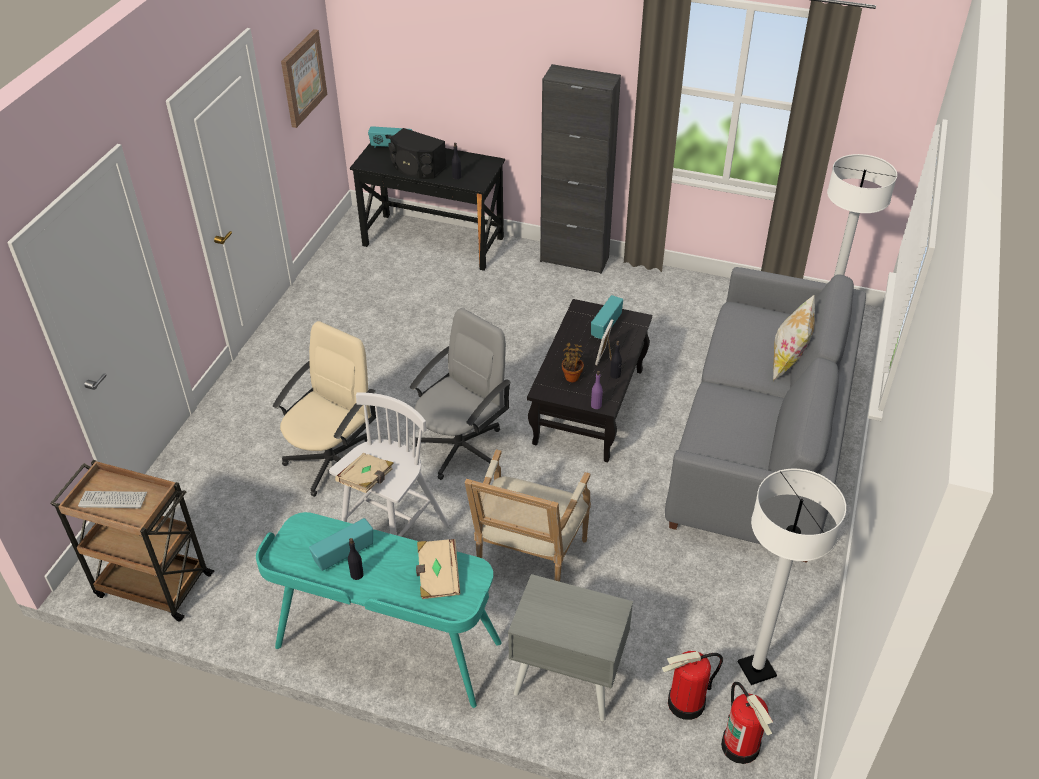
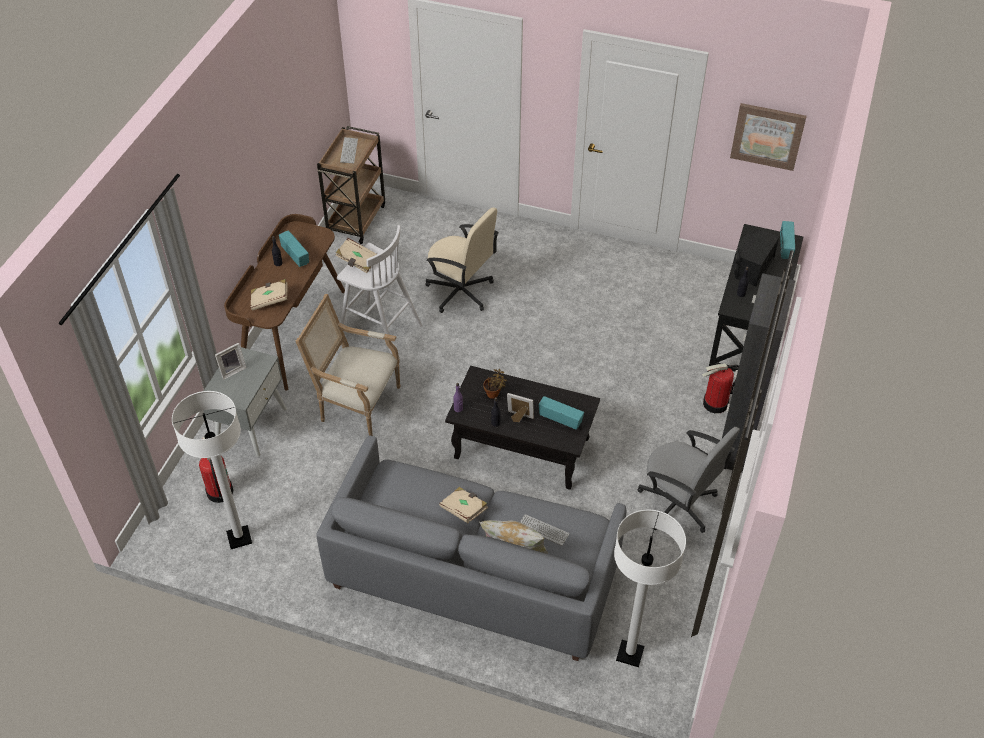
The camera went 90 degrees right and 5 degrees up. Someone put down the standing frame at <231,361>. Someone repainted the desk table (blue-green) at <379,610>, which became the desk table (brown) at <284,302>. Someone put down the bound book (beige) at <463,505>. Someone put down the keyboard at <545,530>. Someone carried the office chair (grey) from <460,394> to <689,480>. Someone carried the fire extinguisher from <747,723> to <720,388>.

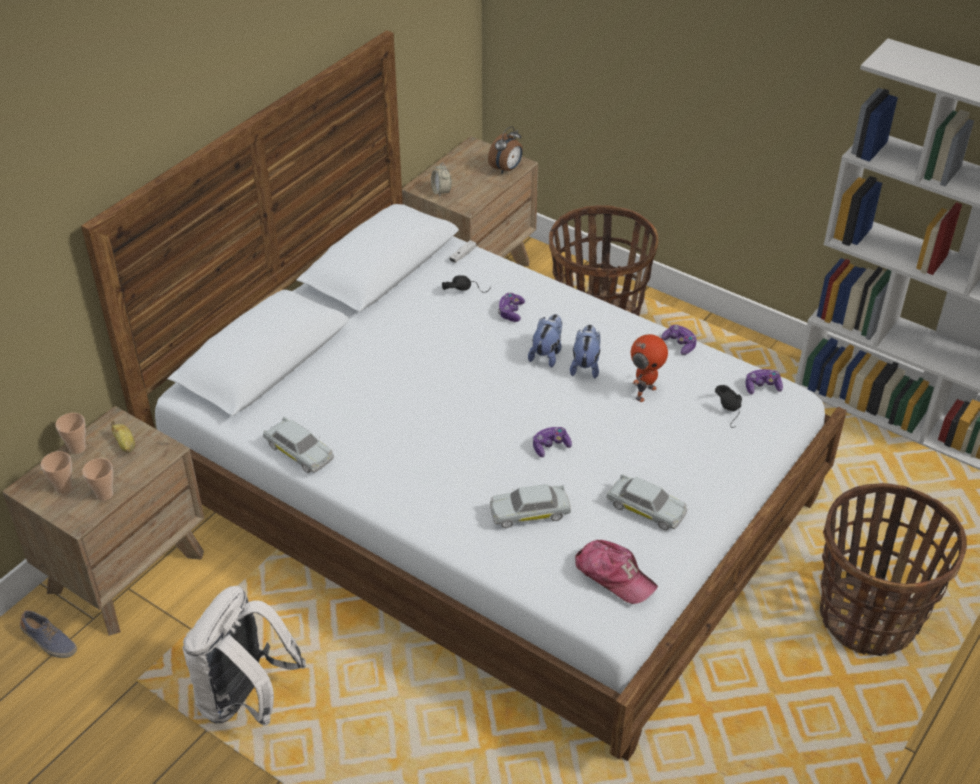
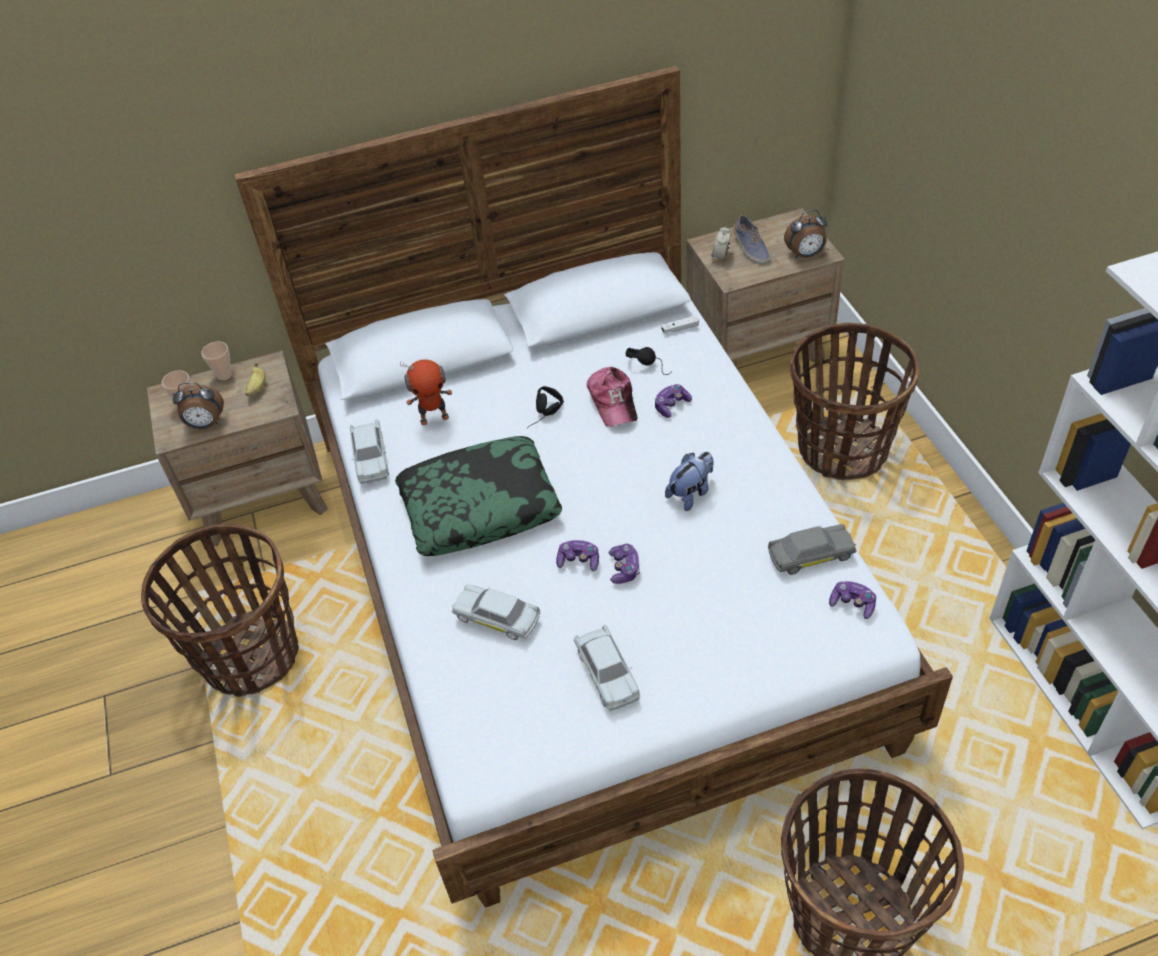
The camera went 40 degrees right and 5 degrees up. Someone swapped the knapsack (whitish) at <244,656> for the basket at <220,610>. Someone swapped the drinking cup at <97,479> for the bedside clock at <198,405>. Someone put down the pillow at <478,496>. Someone carried the model robot from <649,368> to <426,392>. Someone carried the headset (black-coloured) from <728,406> to <545,407>. Someone carried the cap from <616,572> to <612,397>. Someone carried the joypad from <679,340> to <624,564>. Someone carried the shoe from <48,634> to <752,240>. Someone put down the miniature car (grey) at <812,549>. Someone took away the plush toy at <545,341>.

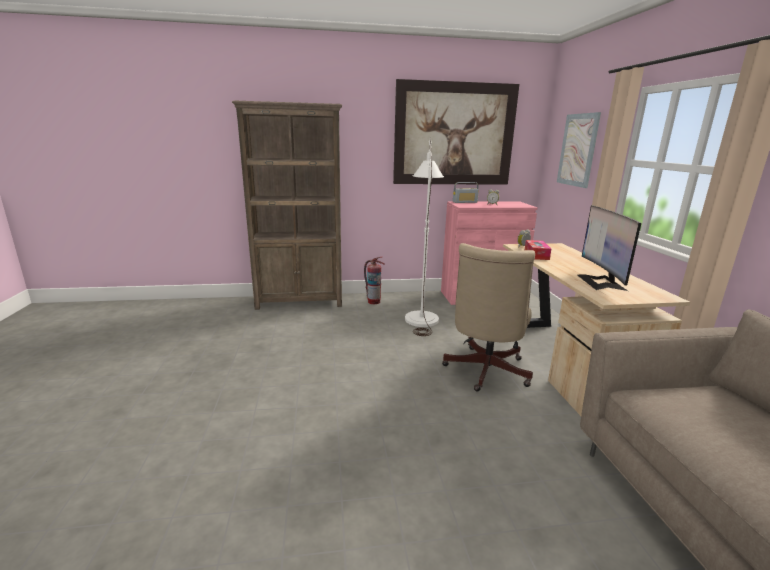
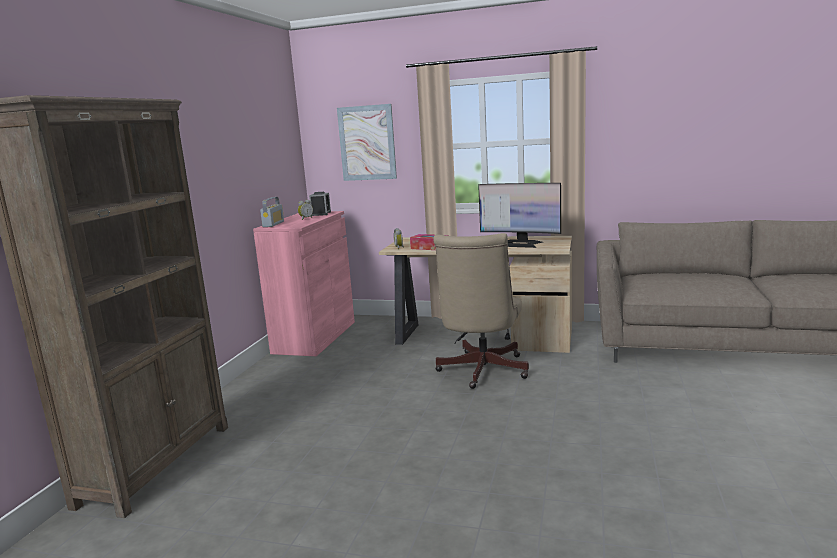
The camera went 65 degrees left and 5 degrees down. Someone put down the bedside clock at <320,204>. Someone rotated the office chair (beige) at <488,317> by 60 degrees clockwise. Someone took away the fire extinguisher at <374,280>. Someone took away the wall picture at <456,132>. Someone took away the standing lamp (whitish) at <424,236>.

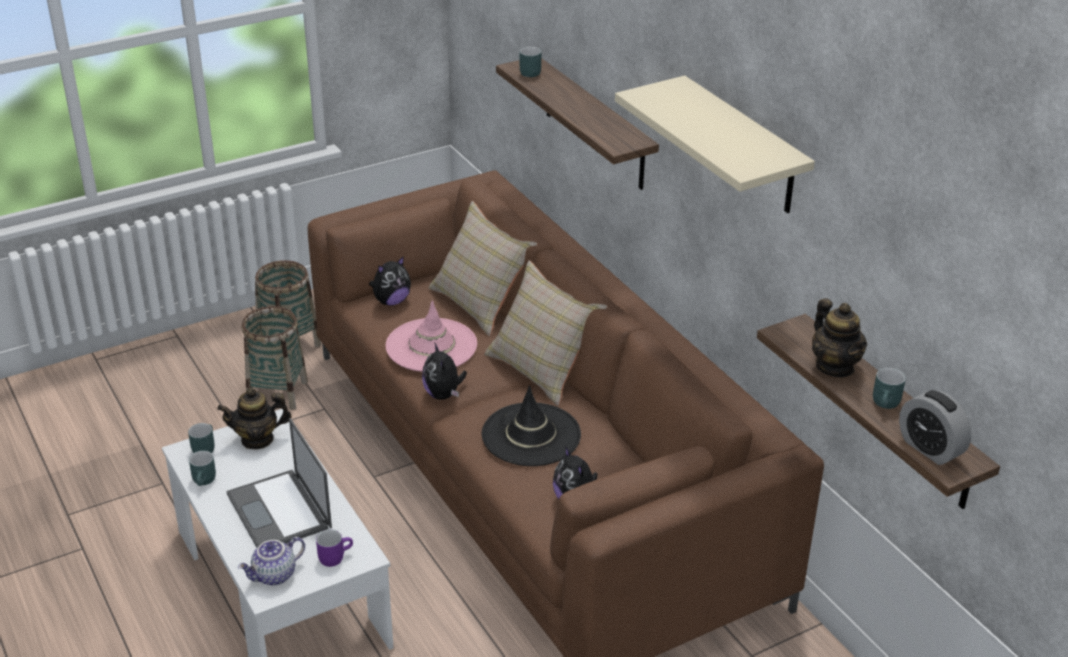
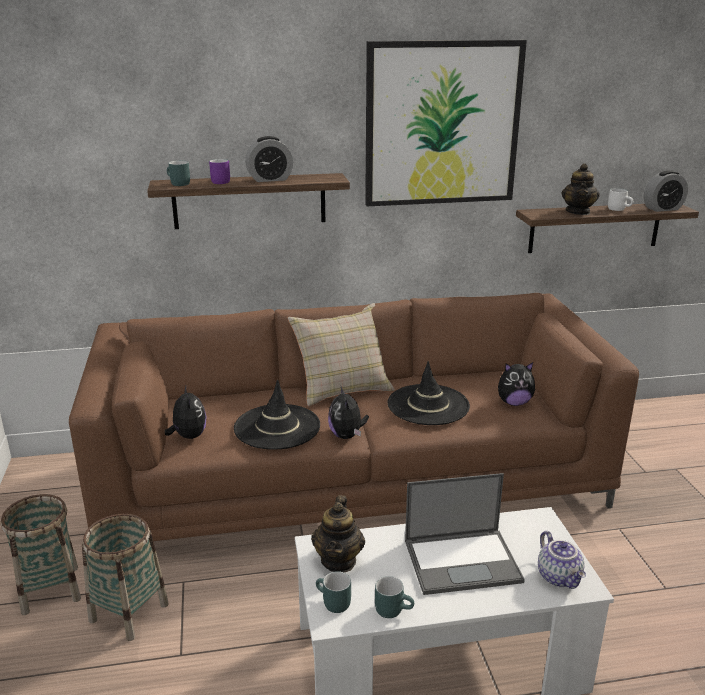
The camera went 70 degrees left and 10 degrees down. Someone carried the mug (purple-coloured) from <334,548> to <219,171>. Someone repainted the wearable hat (pink) at <431,336>, which became the wearable hat (black-coloured) at <277,415>. Someone put down the bedside clock at <269,159>. Someone rotated the plush toy at <444,371> by 75 degrees clockwise. Someone swapped the bracket shelf (beige) at <715,144> for the wall picture at <446,123>. Someone rotated the teapot at <839,338> by 105 degrees clockwise. Someone repainted the mug (blue-green) at <889,388>, which became the mug (whitish) at <620,199>. Someone took away the pillow (beige) at <483,268>.

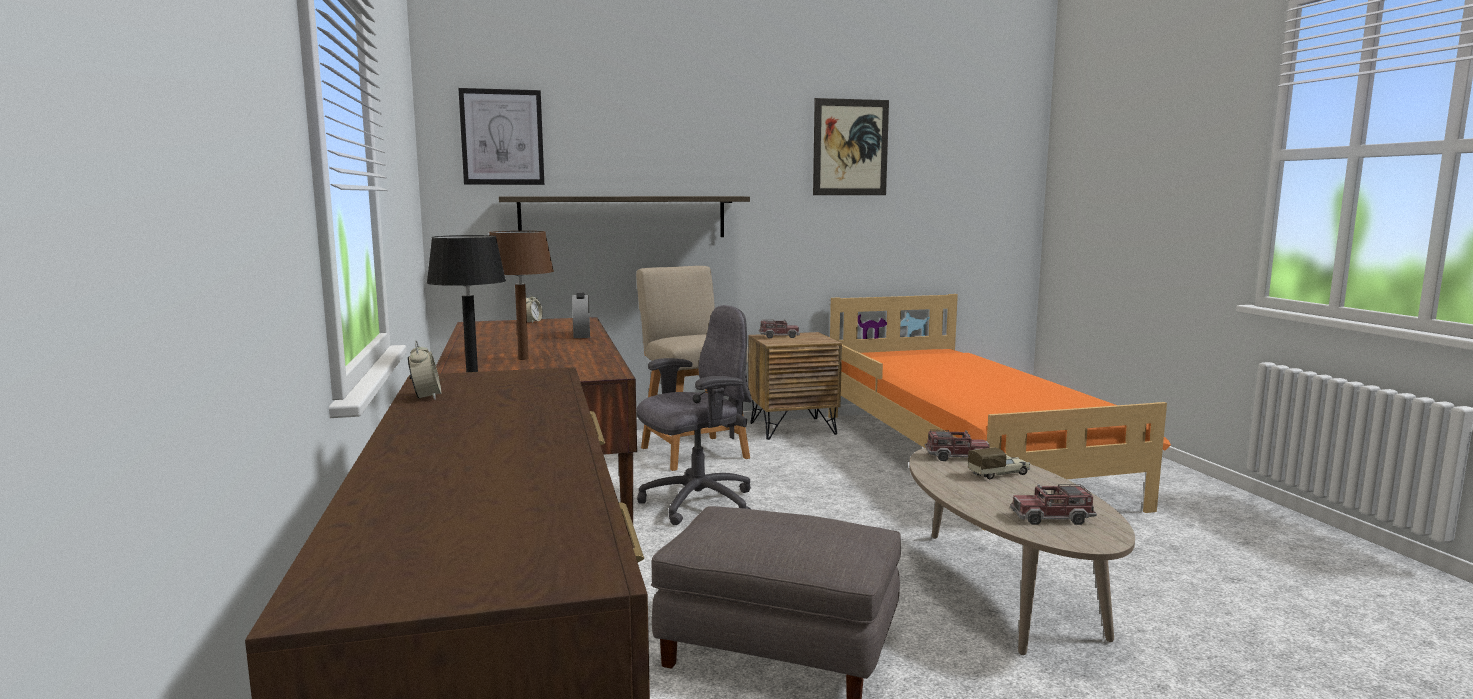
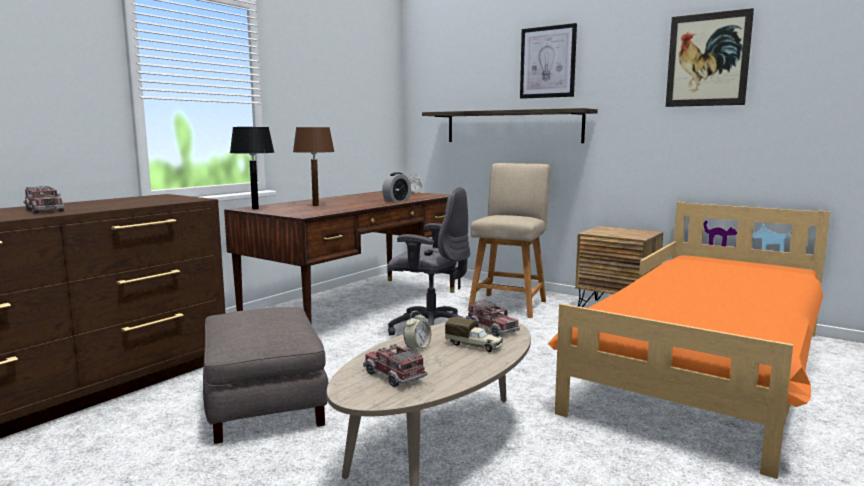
The camera went 50 degrees right and 0 degrees up. Someone carried the toy lorry from <779,328> to <44,199>. Someone carried the bedside clock from <424,370> to <417,331>. Someone carried the wall picture from <501,136> to <548,61>.

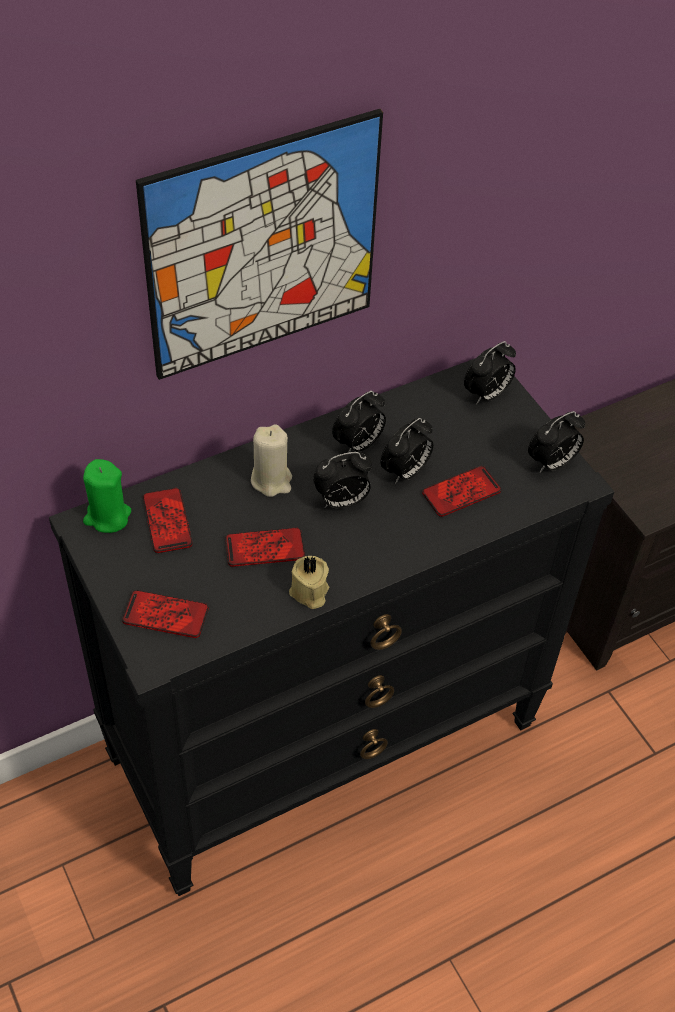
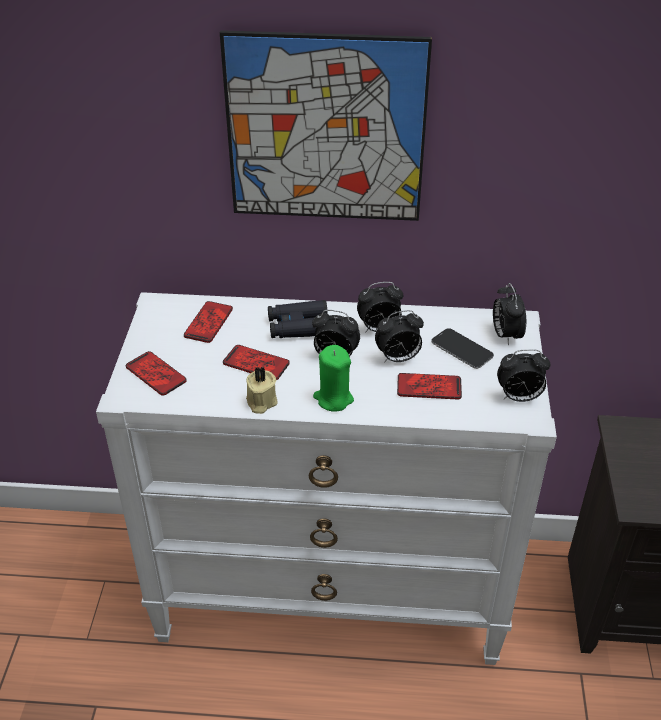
The camera went 35 degrees right and 10 degrees down. Someone repainted the drawer chest (black-coloured) at <331,627>, which became the drawer chest (whitish) at <326,478>. Someone swapped the wax light (beige) at <271,461> for the binoculars (black-coloured) at <298,319>. Someone carried the wax light (greenish) from <107,496> to <333,378>. Someone put down the phone at <462,348>. Someone rotated the bedside clock at <490,372> by 90 degrees clockwise.

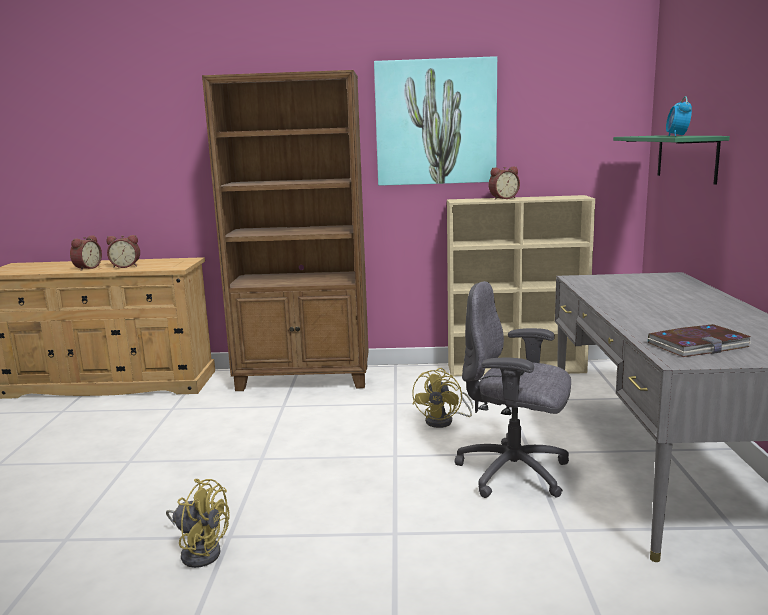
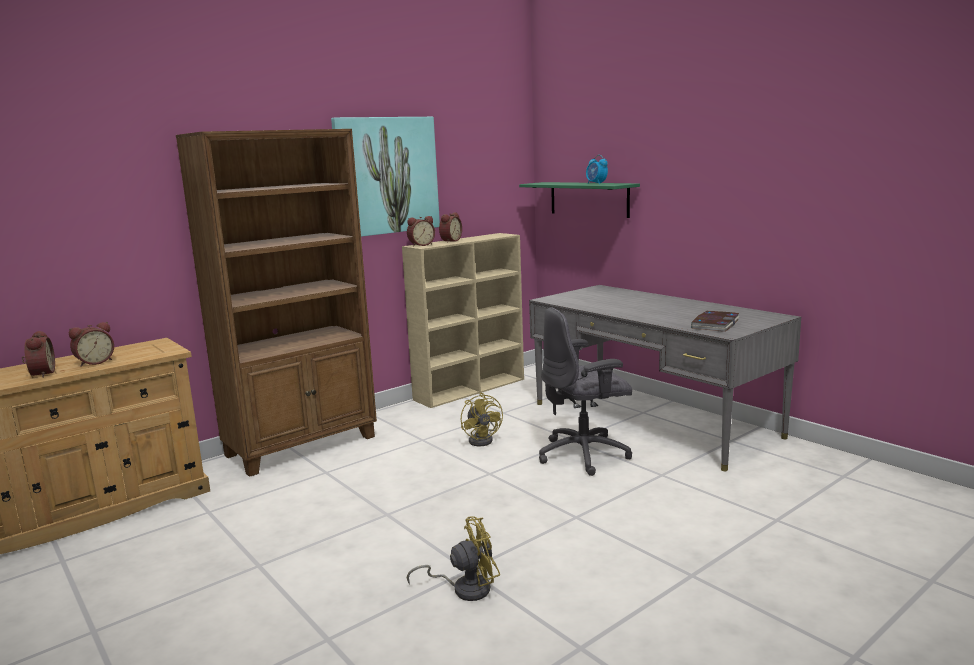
The camera went 40 degrees left and 0 degrees up. Someone put down the bedside clock at <421,231>.

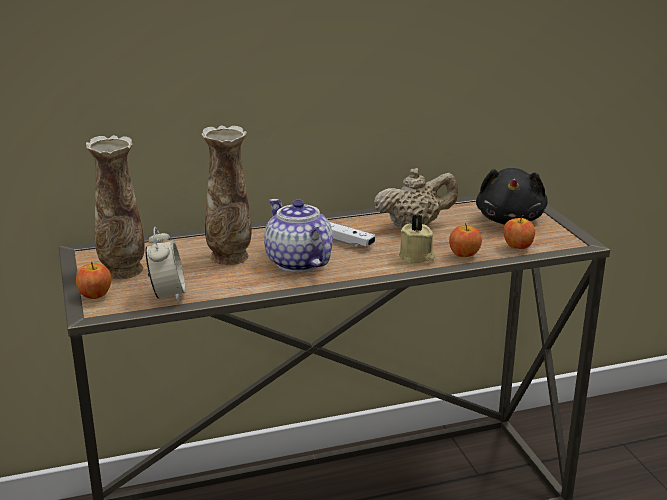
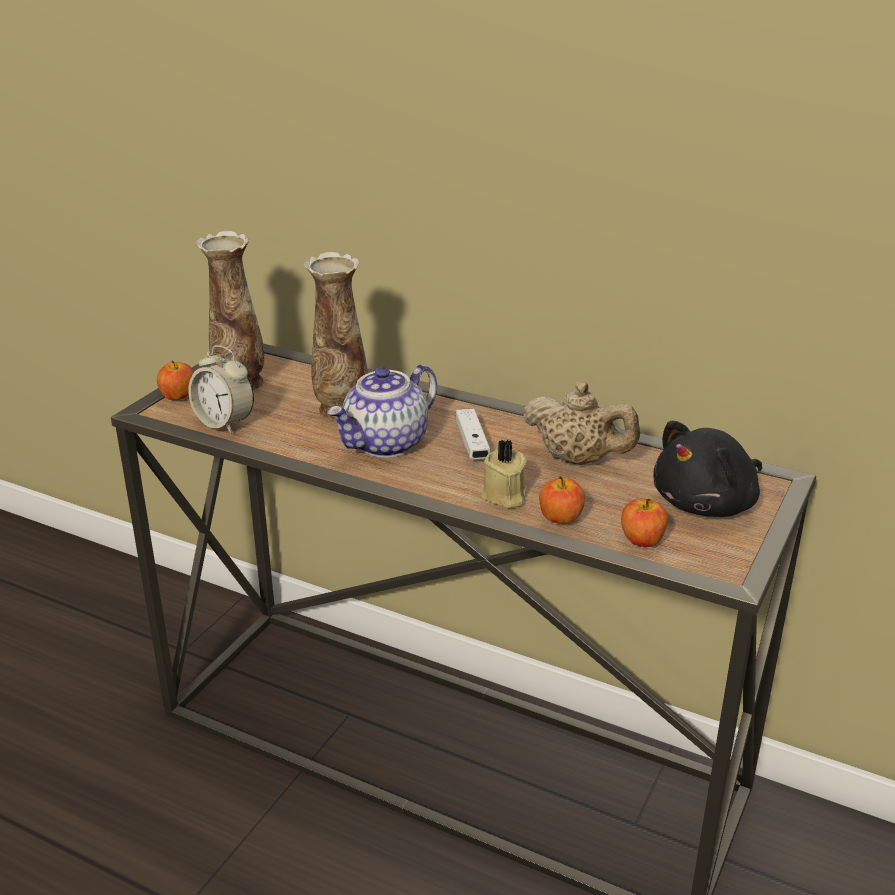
The camera went 45 degrees right and 5 degrees up. Someone rotated the bedside clock at <165,265> by 90 degrees clockwise. Someone rotated the teapot at <298,235> by 150 degrees counterclockwise.

